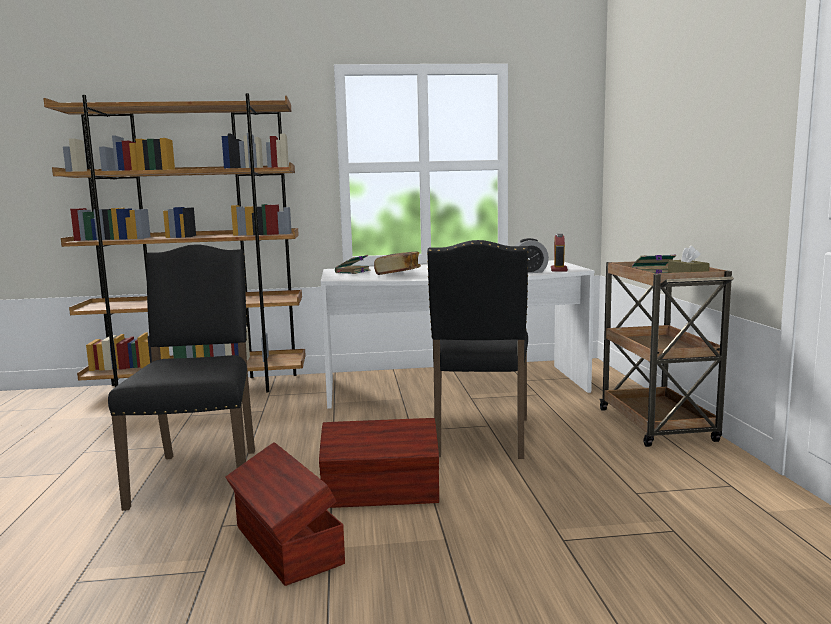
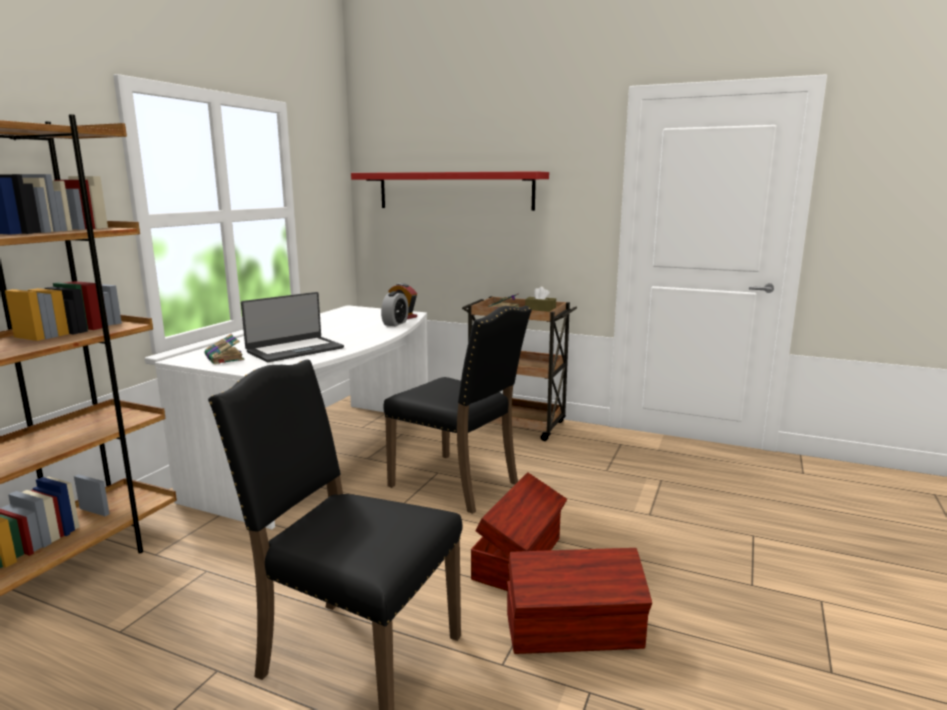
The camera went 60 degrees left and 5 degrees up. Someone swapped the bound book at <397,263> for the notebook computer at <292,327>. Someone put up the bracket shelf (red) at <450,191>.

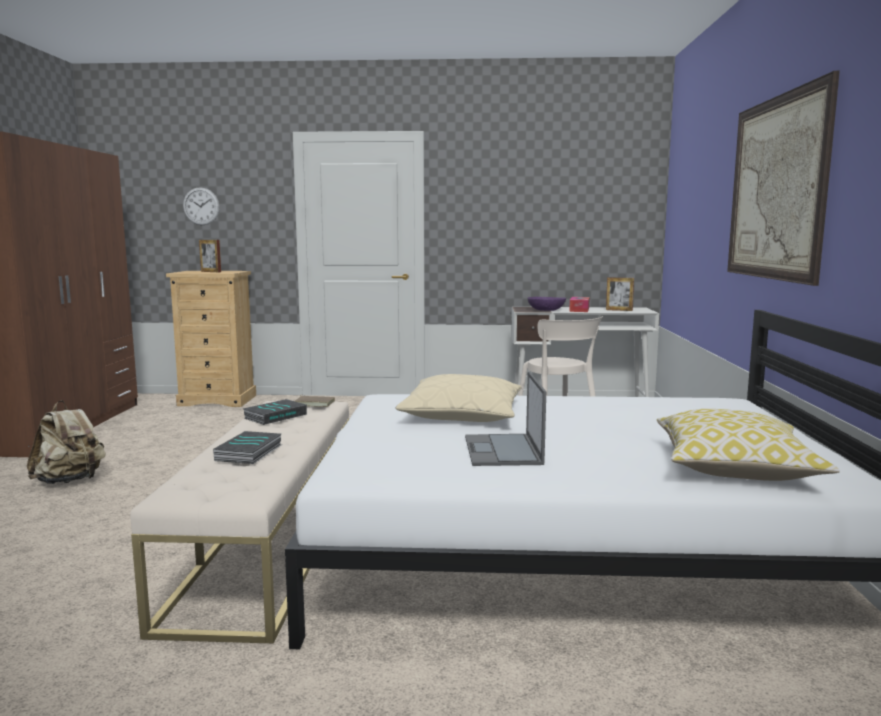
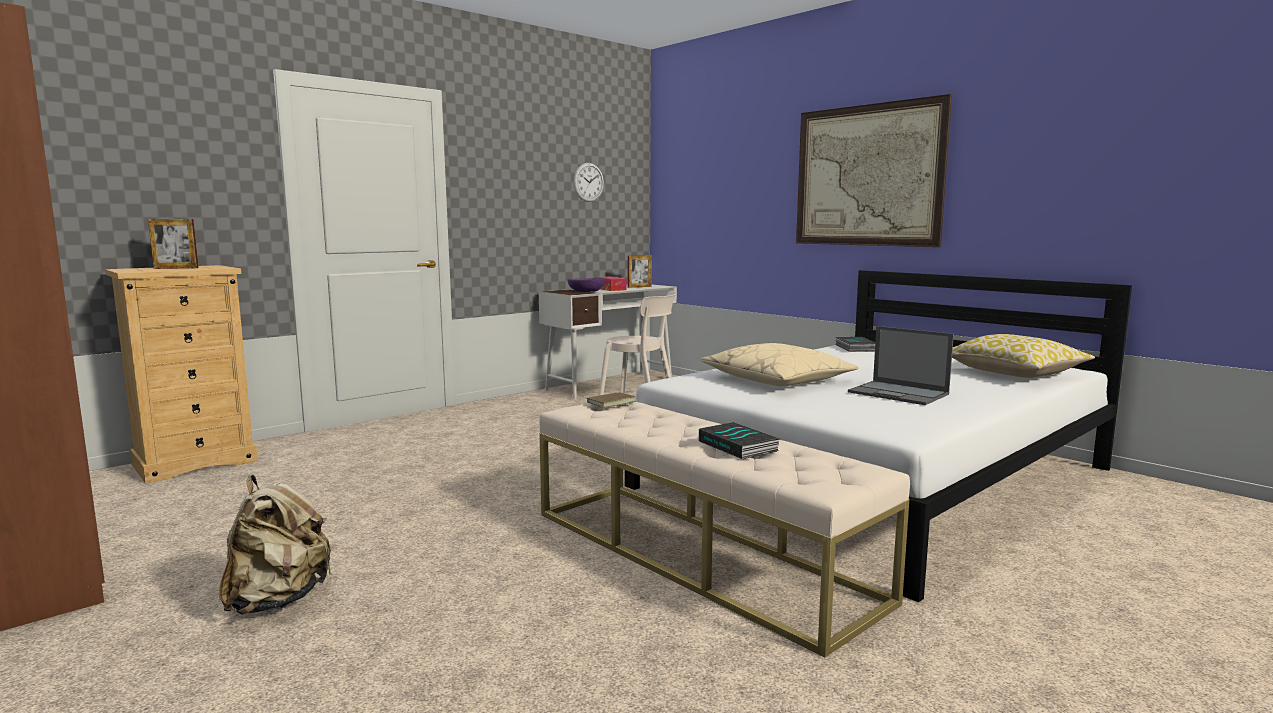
The camera went 45 degrees left and 0 degrees up. Someone carried the hanging clock from <201,206> to <589,182>. Someone carried the bound book from <275,412> to <855,344>.

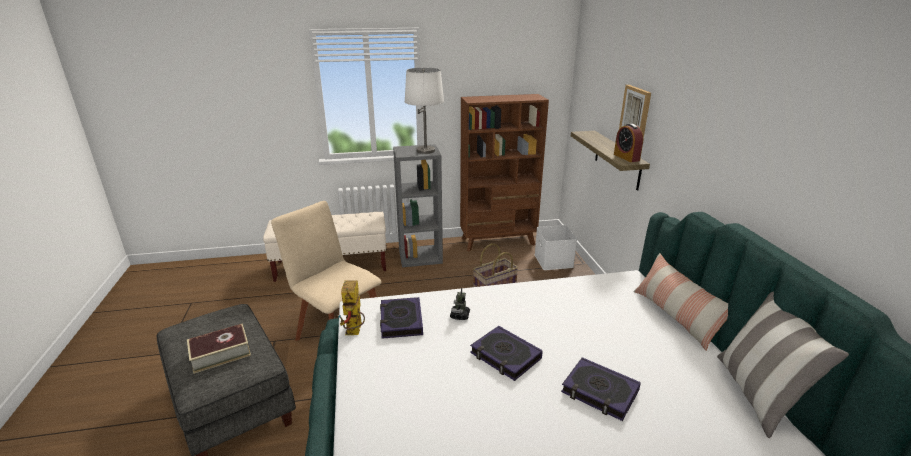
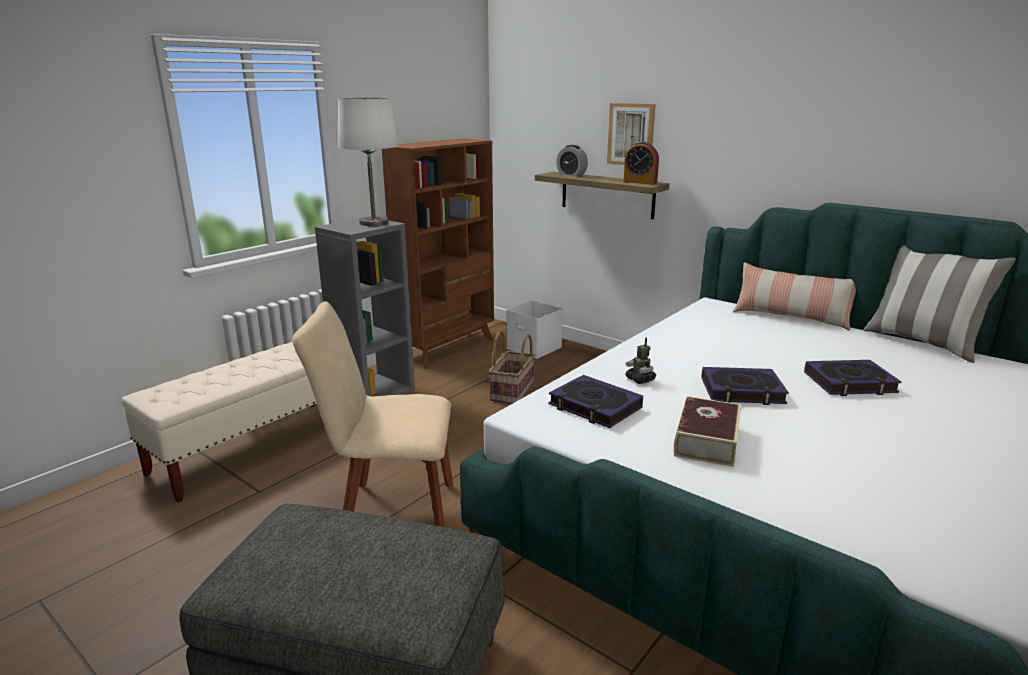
The camera went 40 degrees left and 5 degrees down. Someone put down the bedside clock at <572,160>. Someone carried the bound book from <219,348> to <707,431>. Someone took away the model robot at <351,307>.

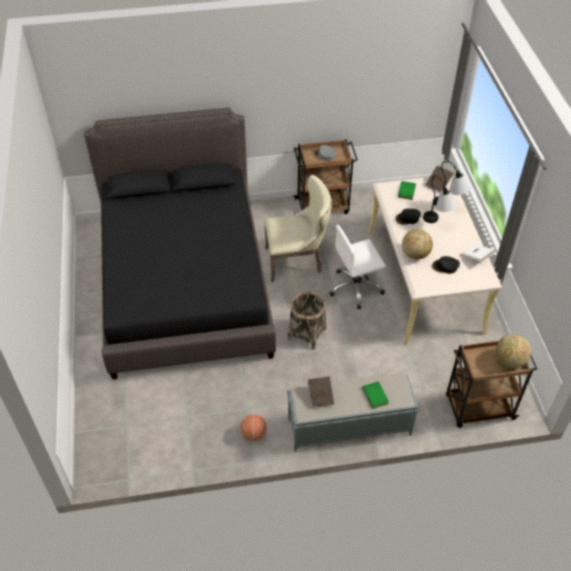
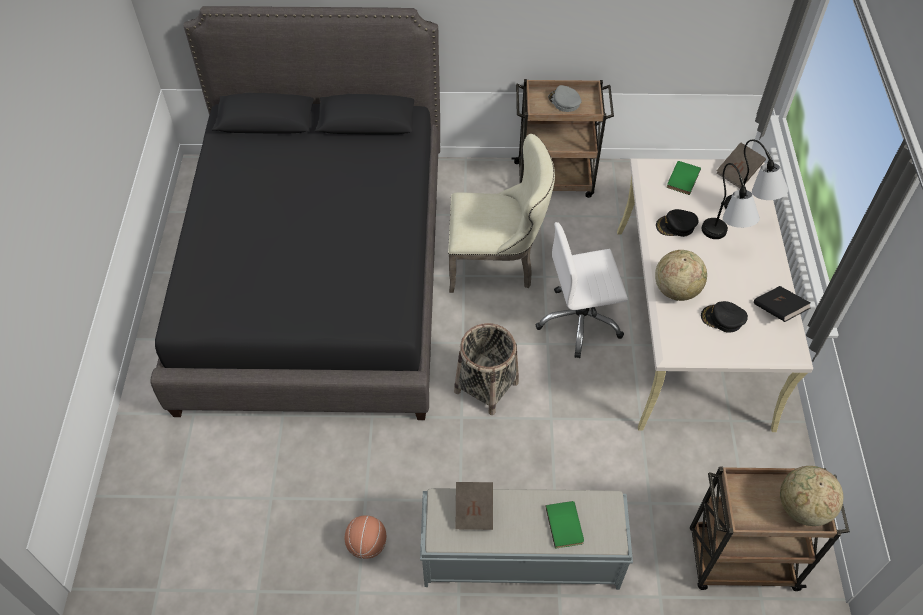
The camera went 10 degrees right and 5 degrees up. Someone repainted the bound book (whitish) at <477,253>, which became the bound book (black-coloured) at <782,304>.

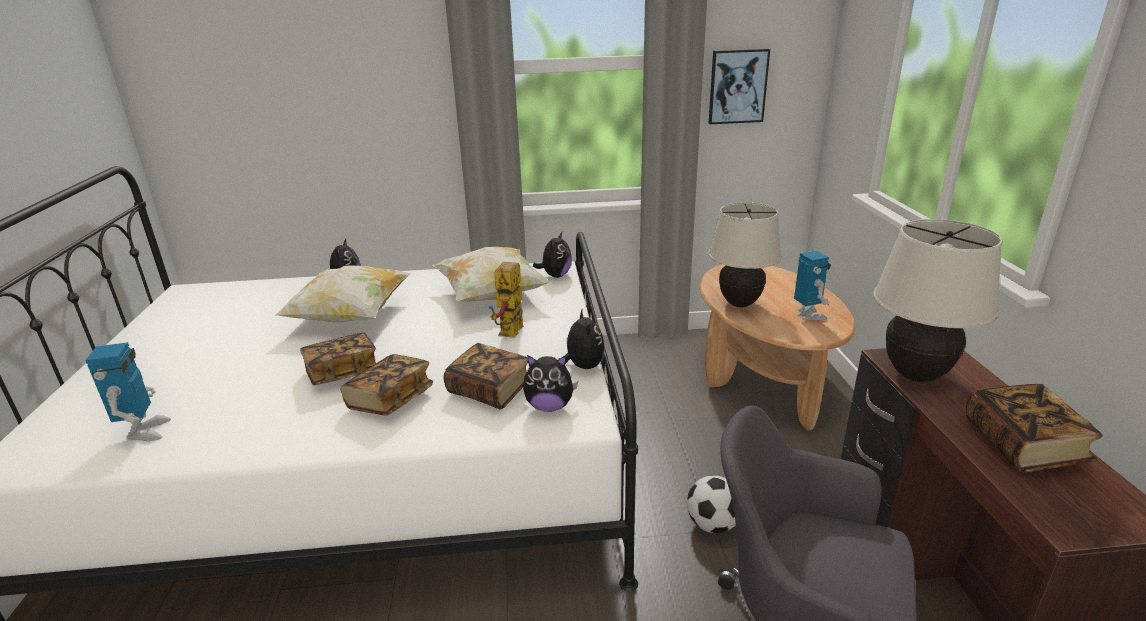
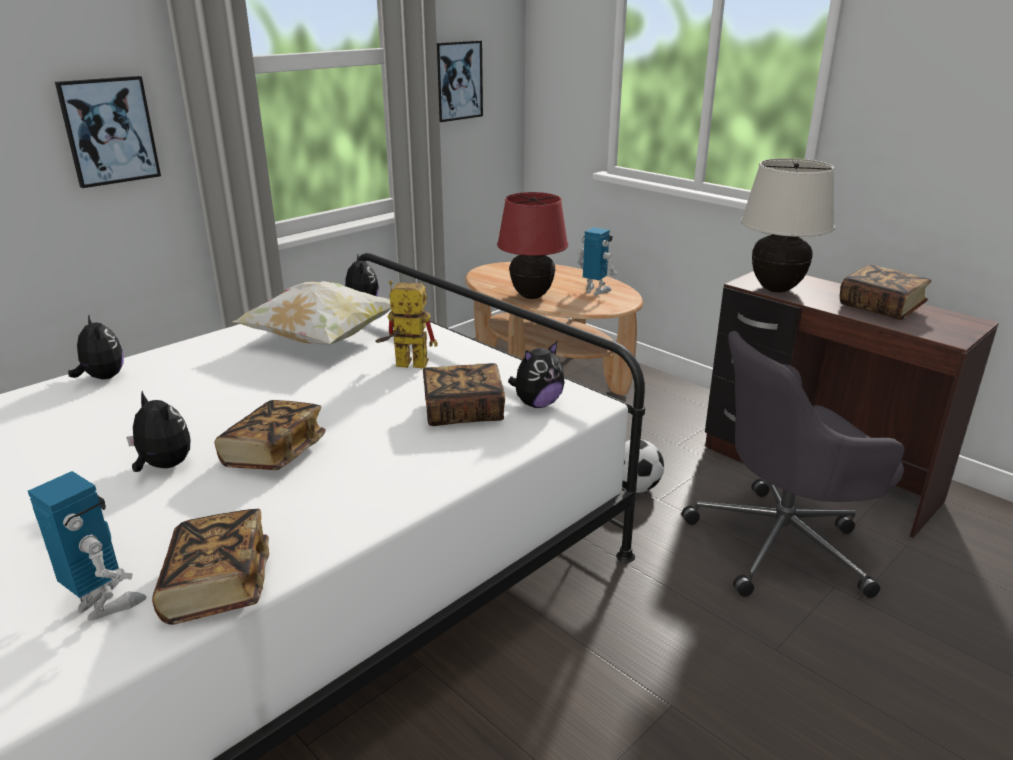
The camera went 40 degrees left and 0 degrees up. Someone put up the wall picture at <108,132>. Someone carried the plush toy from <582,339> to <158,431>. Someone carried the bound book from <387,385> to <210,567>. Someone rotated the model robot at <506,300> by 120 degrees clockwise. Someone repainted the lamp for a table (beige) at <744,254>, which became the lamp for a table (red) at <532,245>. Someone took away the pillow at <342,293>.

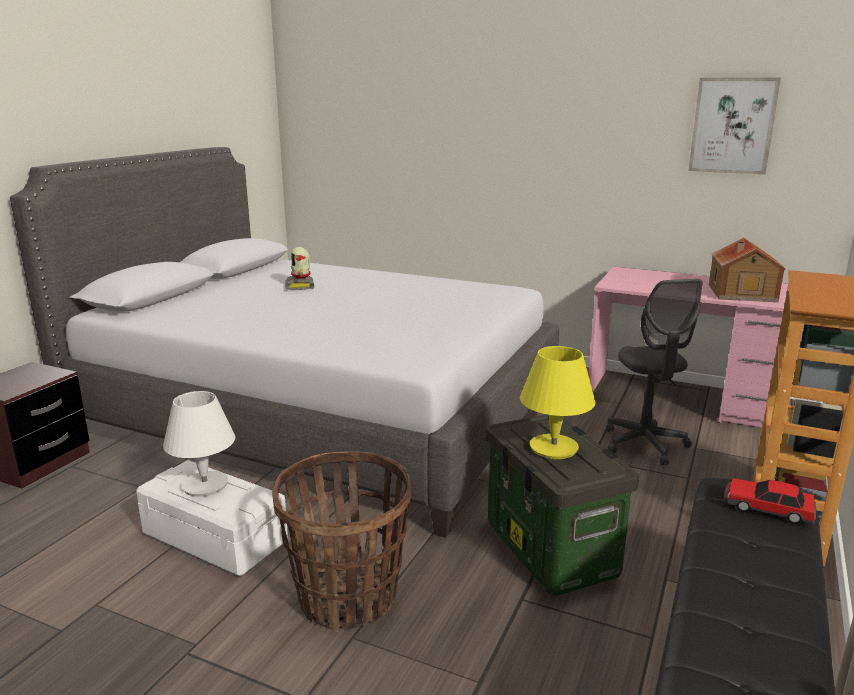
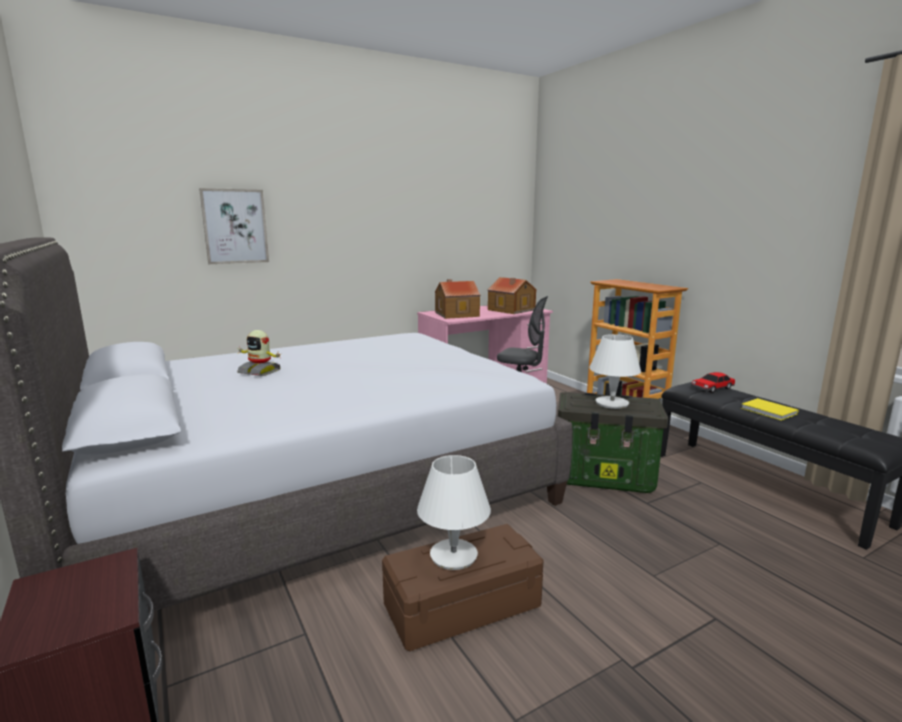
The camera went 55 degrees left and 5 degrees down. Someone carried the wall picture from <734,125> to <234,226>. Someone repainted the storage box (whitish) at <212,518>, which became the storage box (brown) at <463,588>. Someone put down the toy house at <457,299>. Someone repainted the lamp for a table (yellow) at <557,402>, which became the lamp for a table (whitish) at <615,371>. Someone put down the bound book (yellow) at <769,409>. Someone took away the basket at <341,541>.

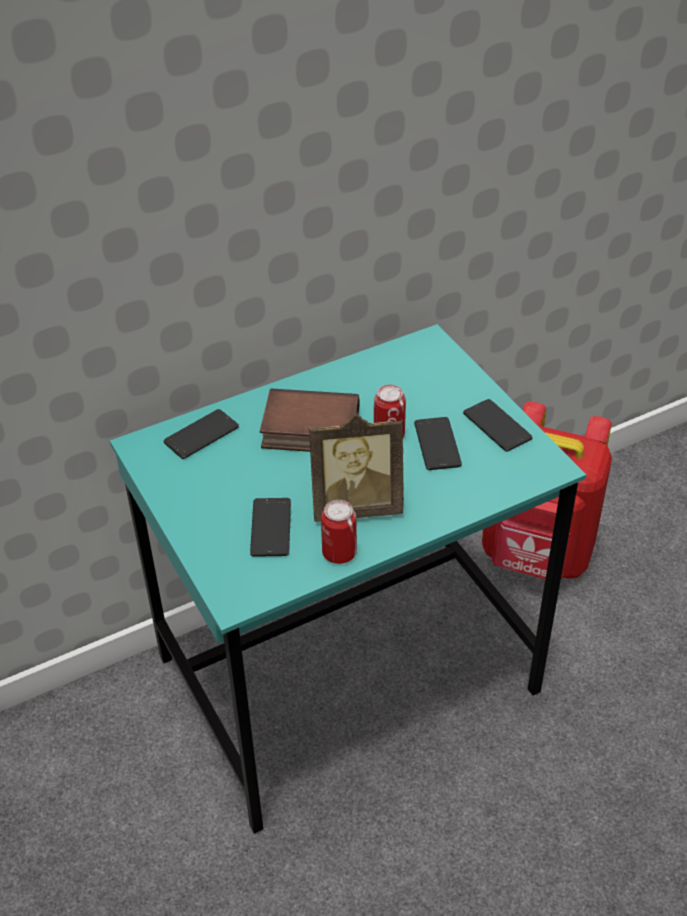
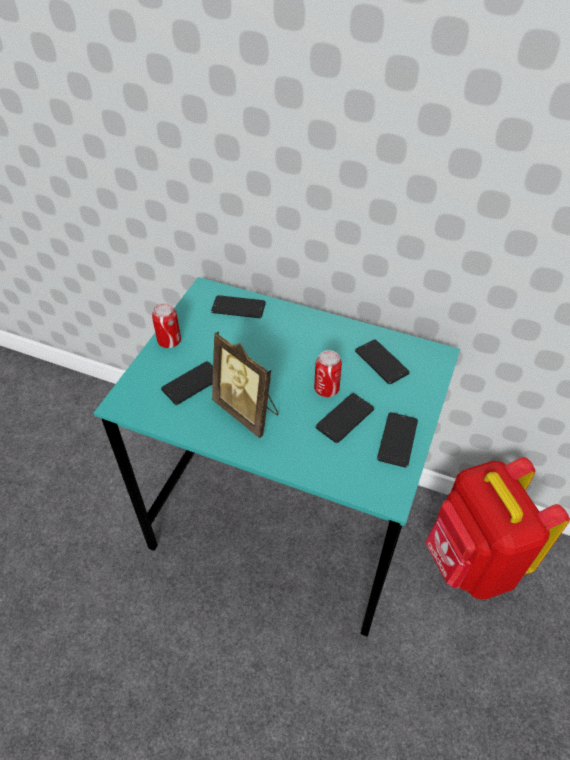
The camera went 50 degrees right and 5 degrees up. Someone carried the metal can from <339,532> to <166,325>. Someone put down the phone at <382,362>. Someone took away the bound book at <310,420>.

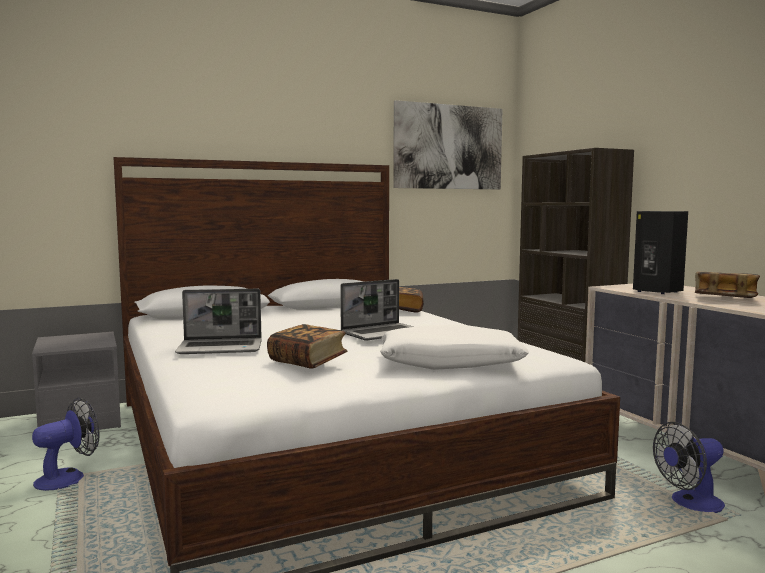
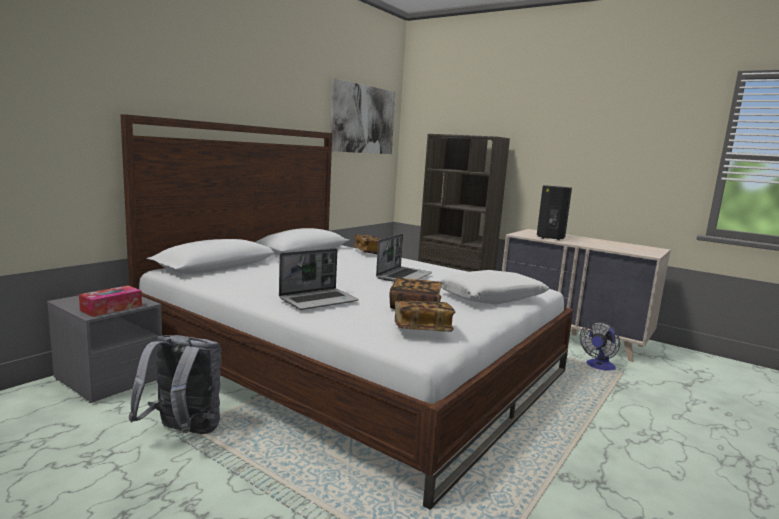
The camera went 30 degrees left and 5 degrees up. Someone put down the tissue holder at <110,301>. Someone swapped the fan at <66,444> for the knapsack (grey) at <175,384>. Someone carried the bound book from <727,285> to <425,316>.

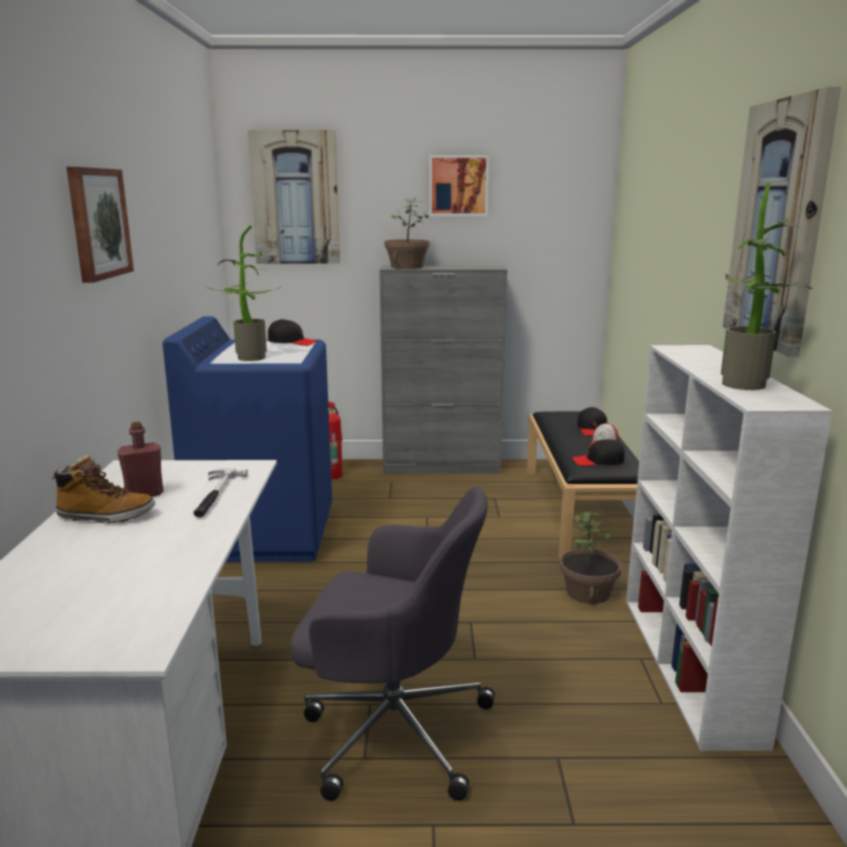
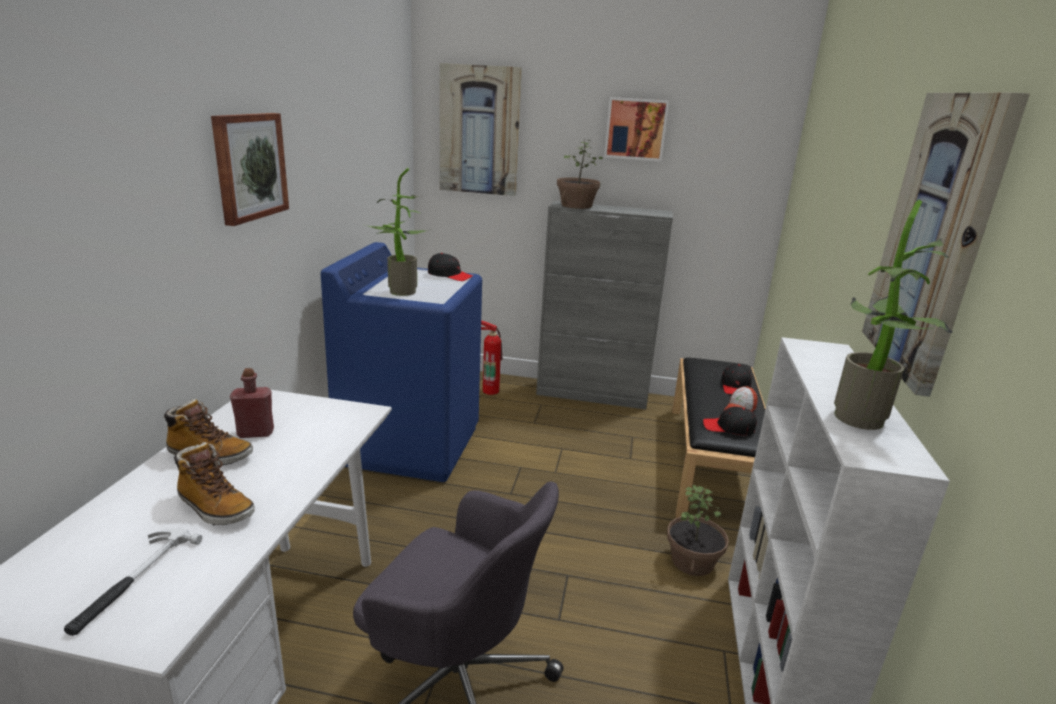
The camera went 10 degrees right and 5 degrees up. Someone carried the hammer from <220,492> to <133,582>. Someone put down the high-top boot at <214,483>.

